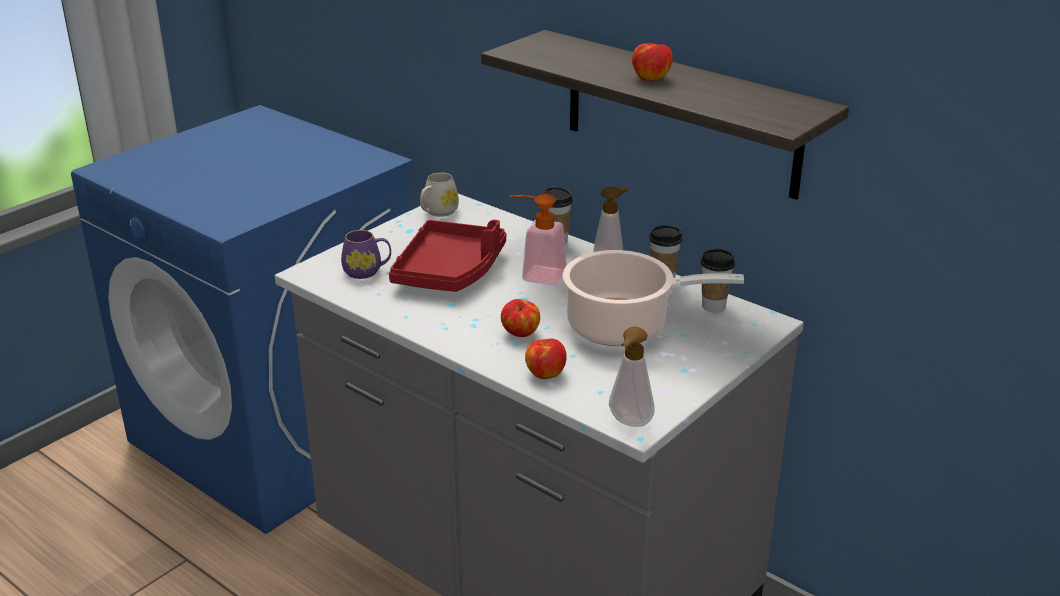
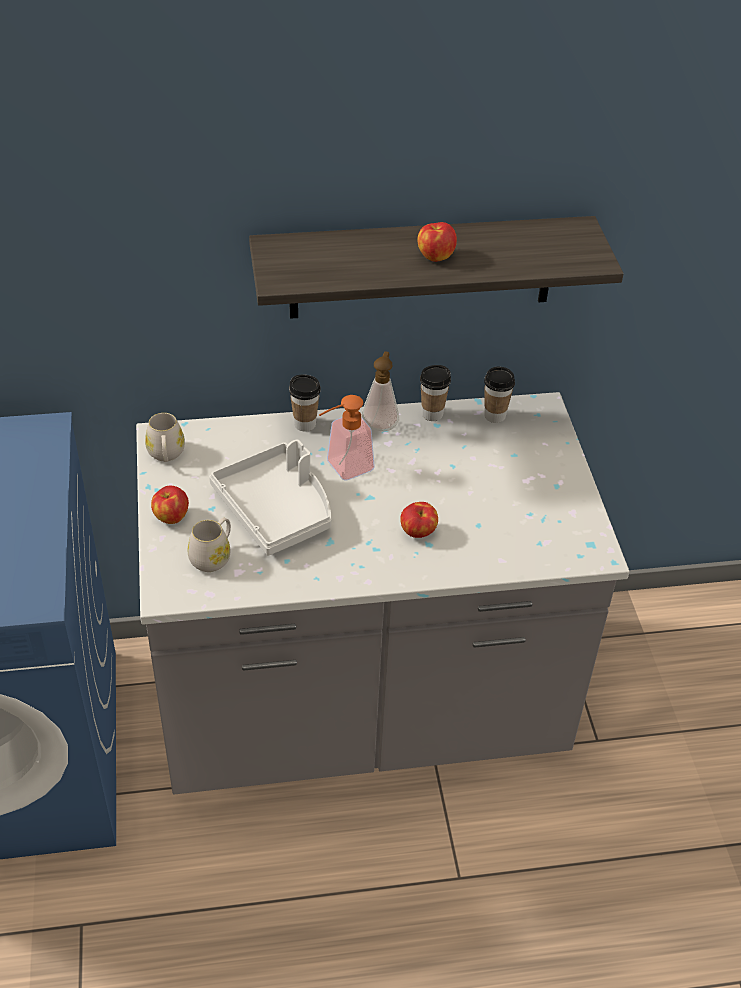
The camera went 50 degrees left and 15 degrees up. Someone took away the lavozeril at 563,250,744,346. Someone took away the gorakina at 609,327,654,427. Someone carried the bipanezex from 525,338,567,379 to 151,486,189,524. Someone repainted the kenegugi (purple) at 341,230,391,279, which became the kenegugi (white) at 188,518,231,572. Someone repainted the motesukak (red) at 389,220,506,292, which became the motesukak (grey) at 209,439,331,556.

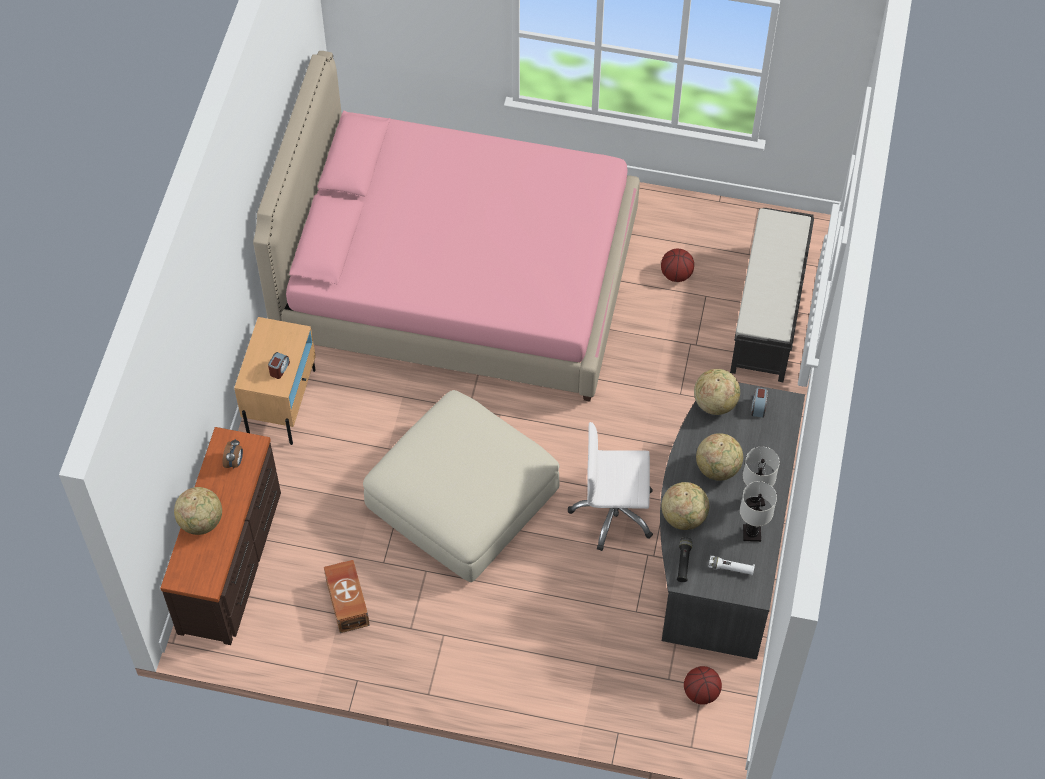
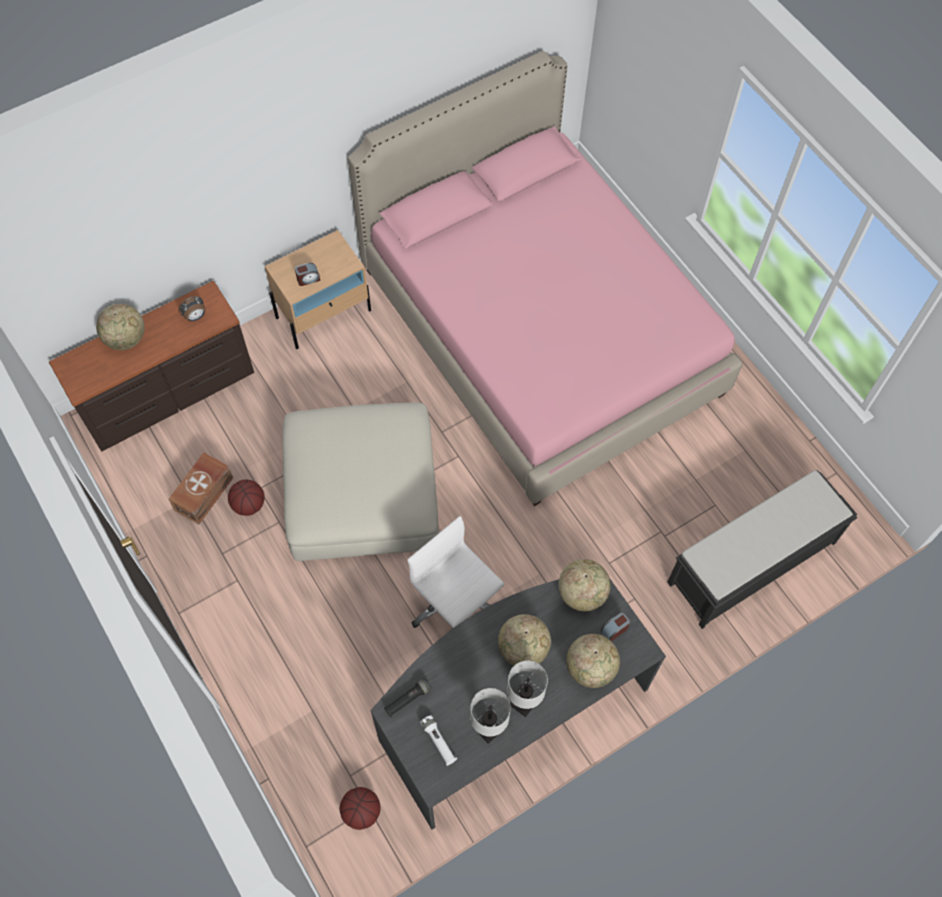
The camera went 45 degrees right and 5 degrees up. Someone carried the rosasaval from 661,249,694,282 to 228,479,265,516. Someone carried the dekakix from 661,482,709,530 to 566,634,620,688.

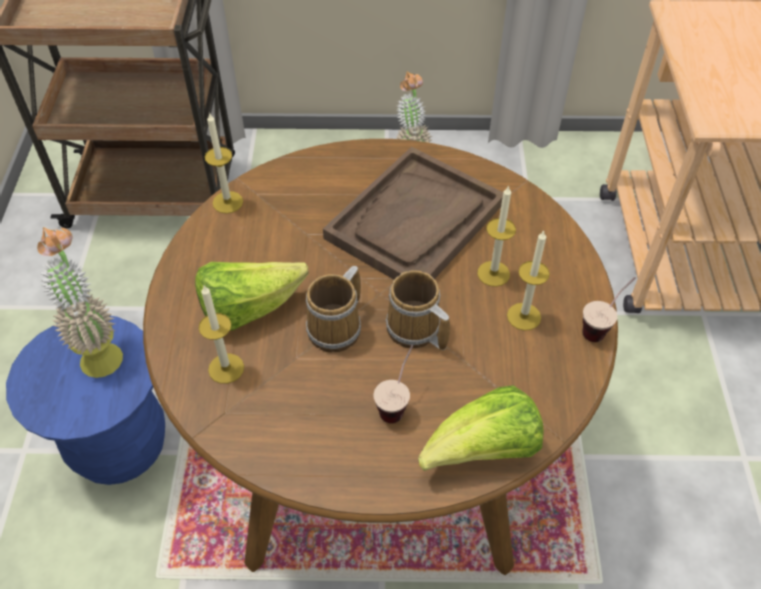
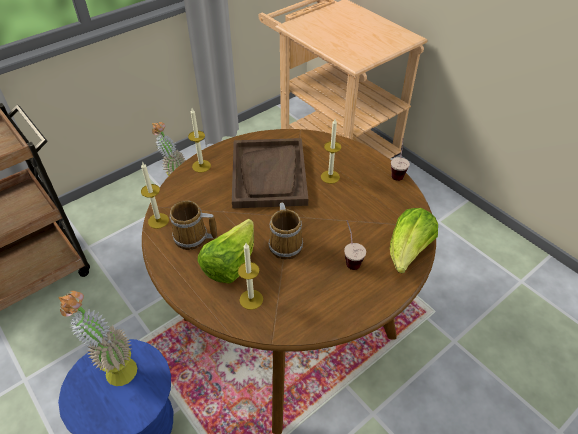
The camera went 40 degrees left and 5 degrees down. Someone carried the kenegugi from 385,270,450,350 to 170,201,217,250. Someone carried the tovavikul from 507,231,550,331 to 188,108,211,172.

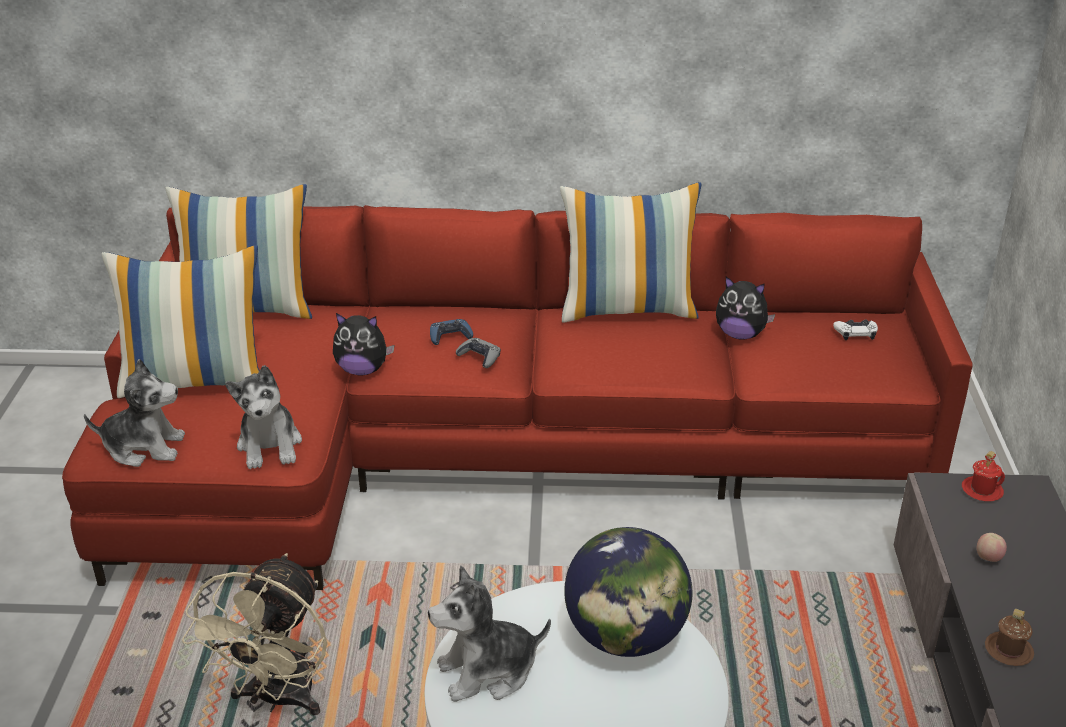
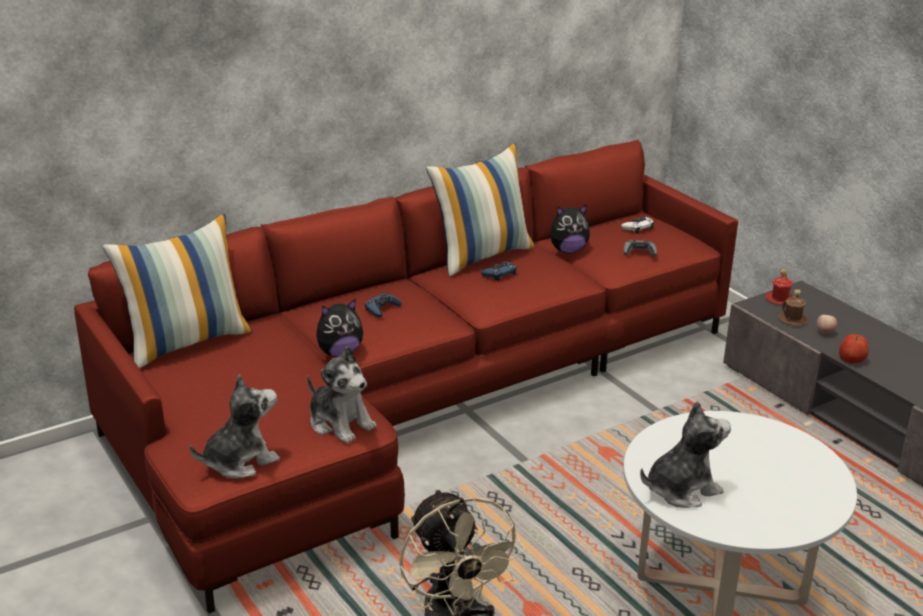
The camera went 35 degrees left and 5 degrees down. Someone took away the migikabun at 101,245,260,398. Someone took away the dekakix at 564,527,692,657. Someone put down the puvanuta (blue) at 481,261,517,281. Someone put down the bipanezex at 839,334,869,363. Someone carried the puvanuta (grey) from 456,338,501,368 to 623,240,657,256. Someone carried the kenegugi (brown) from 985,609,1034,666 to 778,290,808,326. Someone rotated the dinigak at 428,565,551,702 by 150 degrees counterclockwise.

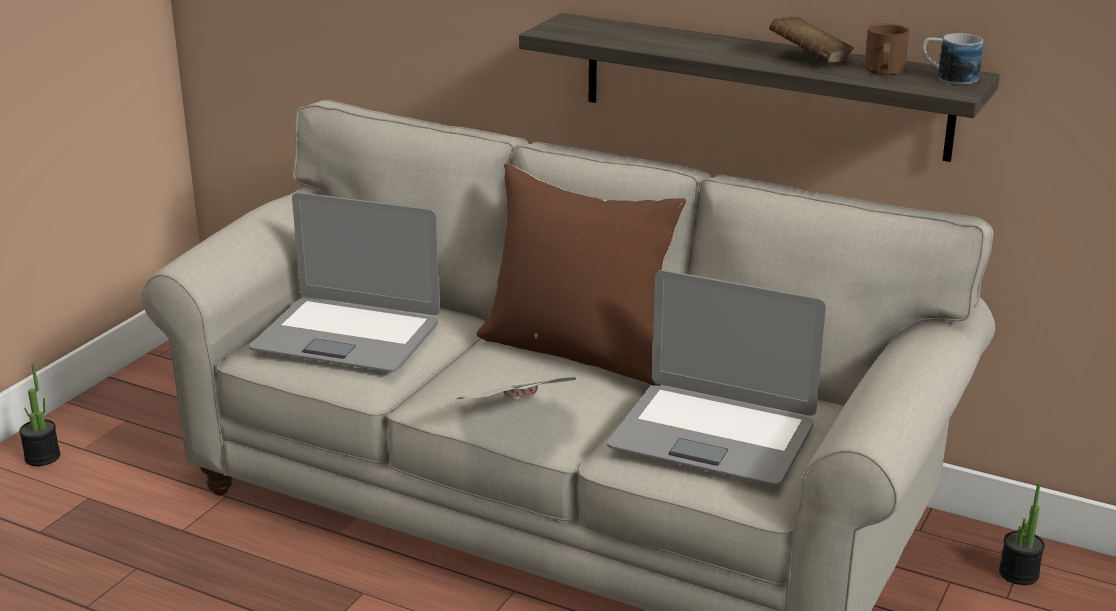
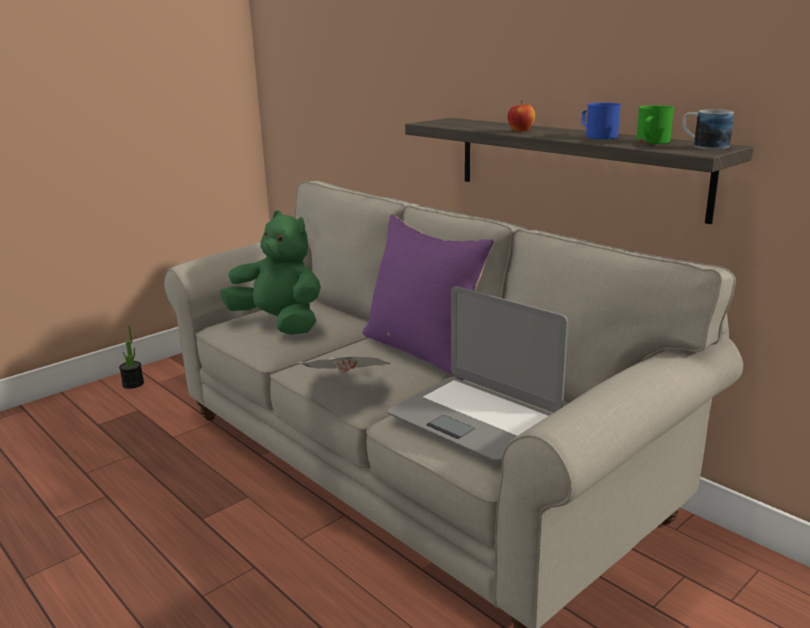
The camera went 20 degrees right and 5 degrees down. Someone took away the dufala at 999,482,1045,585. Someone put down the bipanezex at 508,100,535,132. Someone swapped the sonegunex at 249,192,440,372 for the dinigak (green) at 220,210,321,335. Someone swapped the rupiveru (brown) at 769,16,854,63 for the kenegugi (blue) at 582,103,621,139. Someone repainted the migikabun (brown) at 477,163,686,386, which became the migikabun (purple) at 362,215,494,380. Someone repainted the kenegugi (brown) at 864,23,910,75, which became the kenegugi (green) at 636,105,674,144.

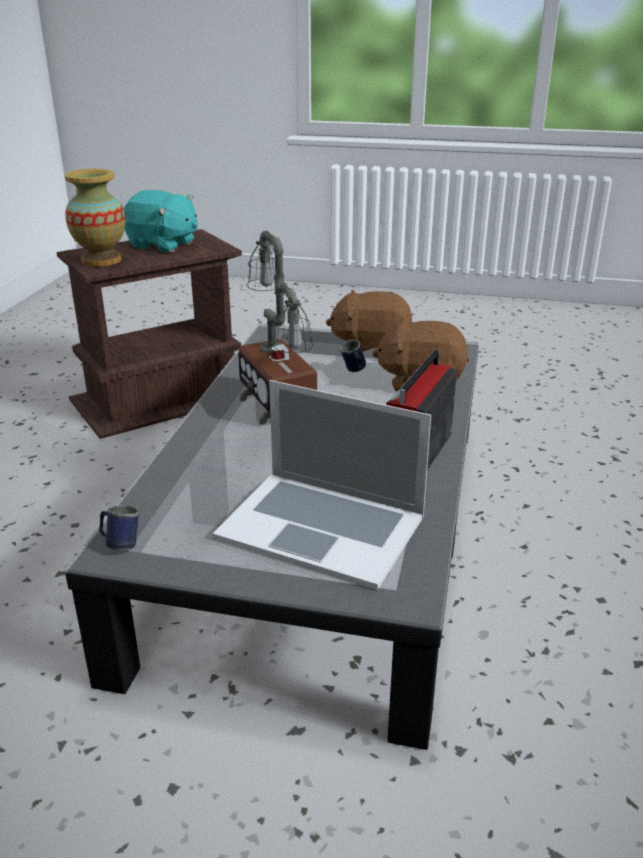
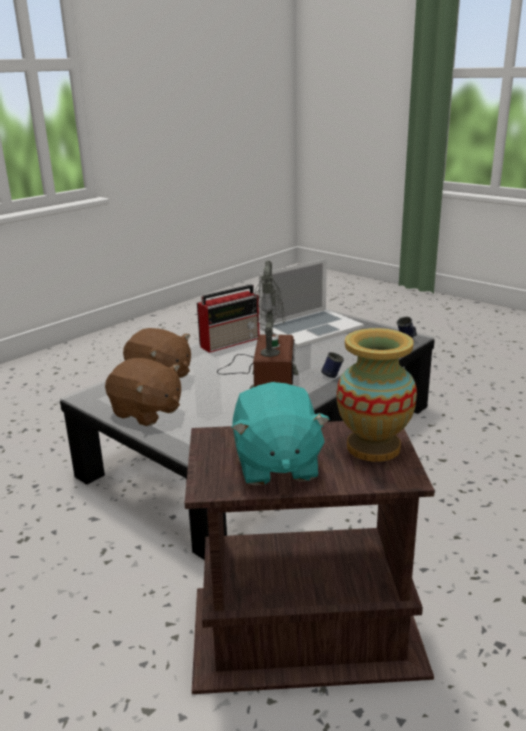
The camera went 150 degrees left and 5 degrees down. Someone carried the kenegugi (blue) from 339,340,366,372 to 321,352,344,378. Someone rotated the dinigak (turquoise) at 124,190,198,253 by 150 degrees counterclockwise. Someone rotated the sonegunex at 212,380,431,590 by 90 degrees clockwise.

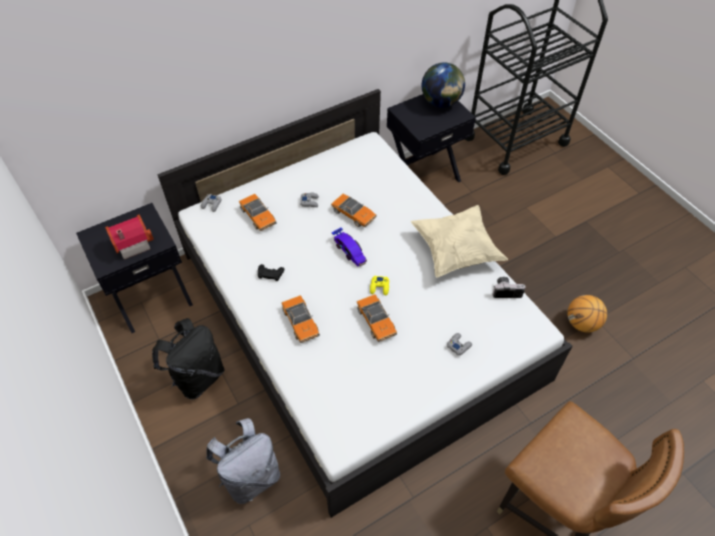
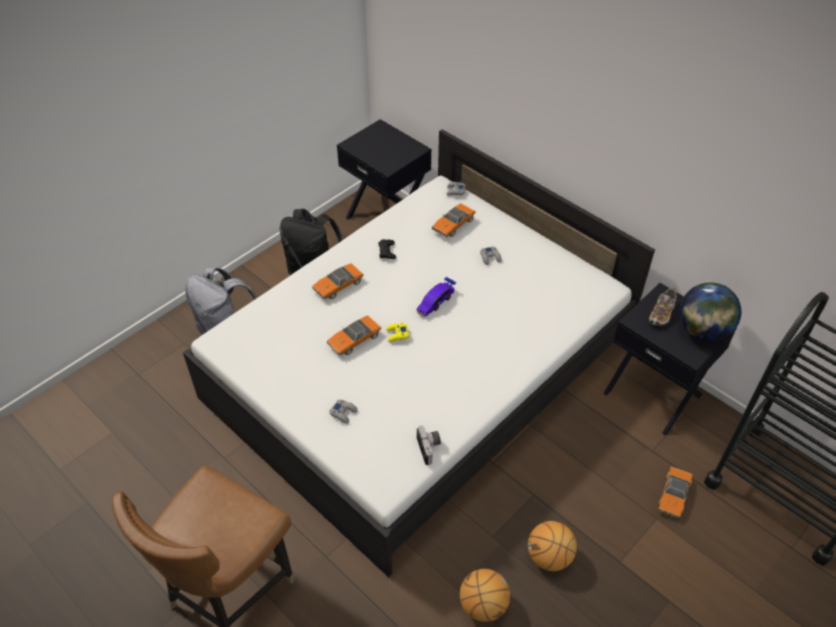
The camera went 75 degrees right and 5 degrees down. Someone took away the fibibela at 105,214,154,259. Someone took away the migikabun (beige) at 411,205,508,278. Someone put down the rosasaval at 528,521,577,571. Someone put down the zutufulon at 649,287,677,326. Someone carried the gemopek from 331,194,376,227 to 658,467,693,519.

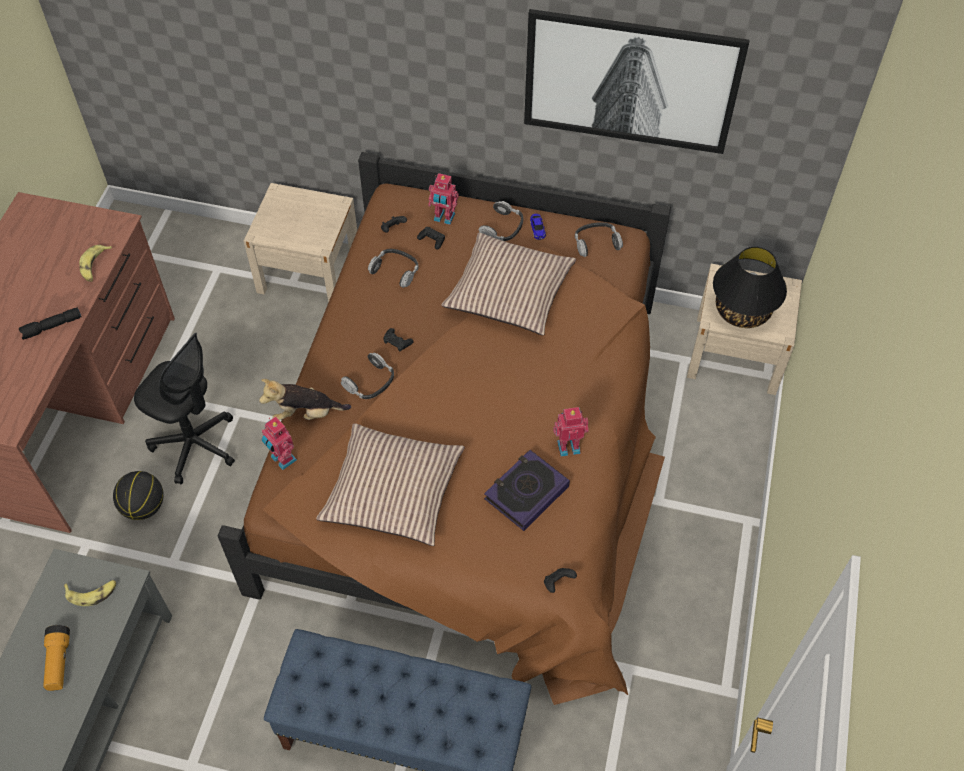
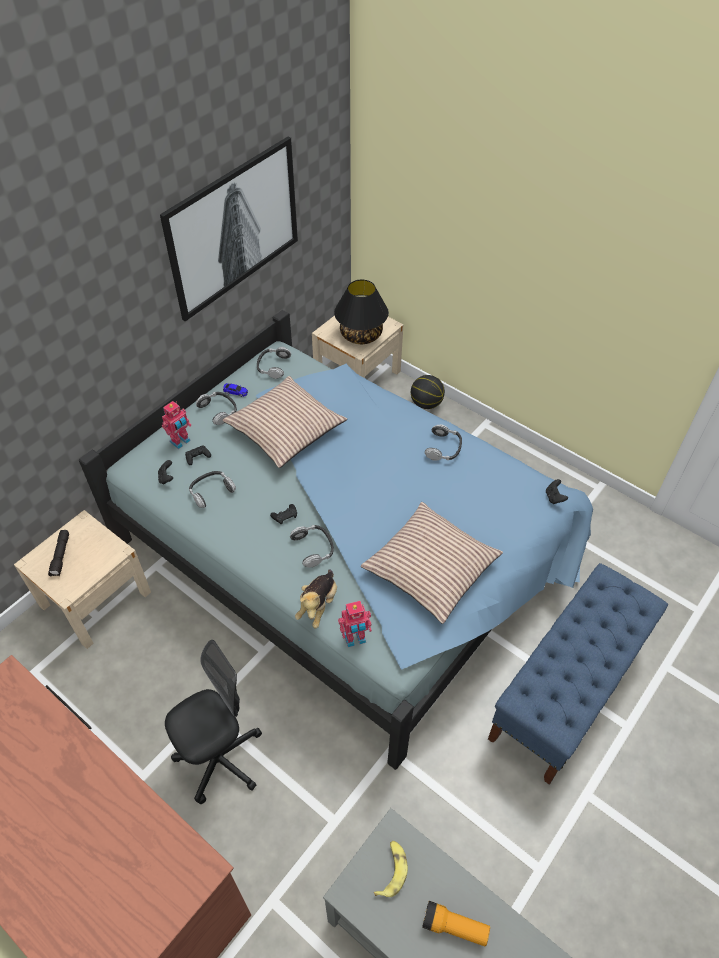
The camera went 65 degrees left and 5 degrees down. Someone took away the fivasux at 79,245,112,282. Someone took away the rupiveru at 484,450,570,531. Someone carried the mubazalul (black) from 19,307,82,340 to 48,530,69,576. Someone carried the rosasaval from 113,471,164,520 to 411,375,445,409. Someone swapped the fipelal at 553,407,589,457 for the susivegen at 425,424,462,461. Someone repainted the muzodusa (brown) at 218,152,671,705, which became the muzodusa (blue) at 79,310,593,770.

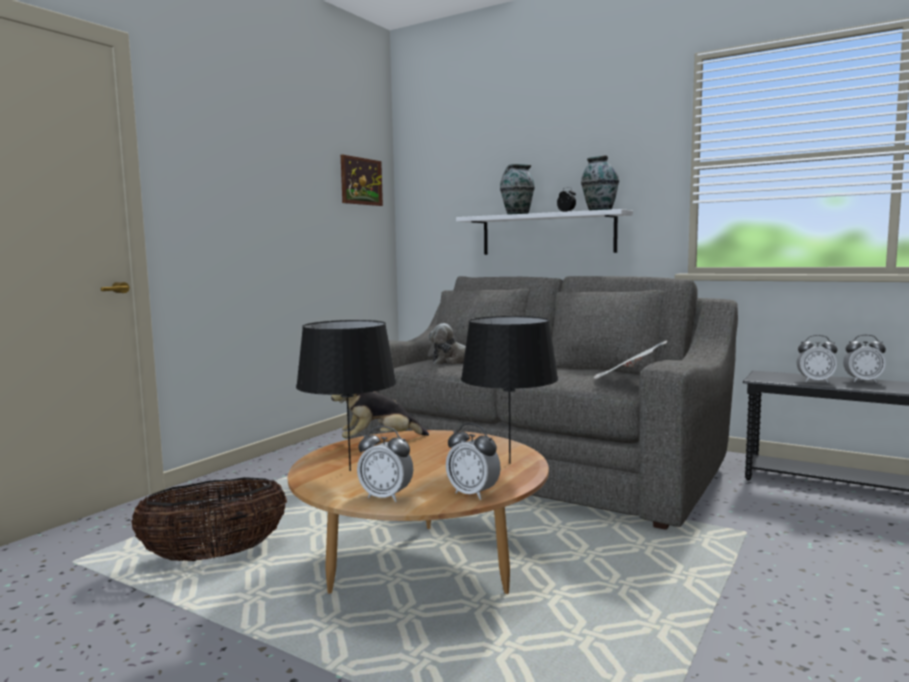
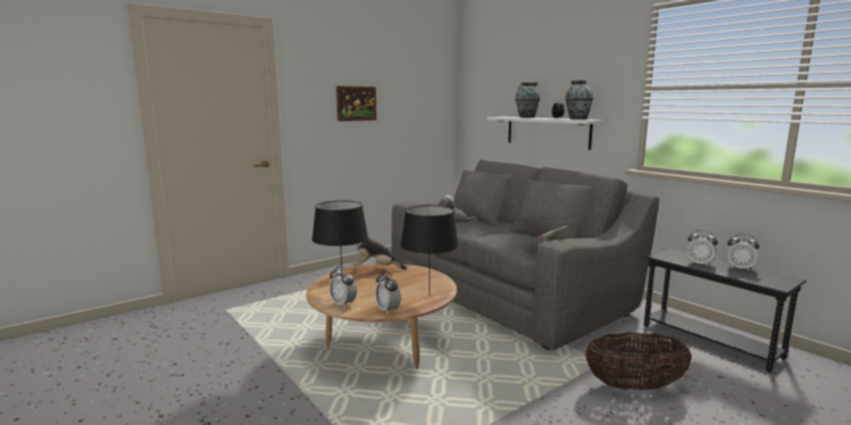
The camera went 20 degrees right and 5 degrees up. Someone carried the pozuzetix from 131,477,287,561 to 585,332,692,390. Someone carried the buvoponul from 341,155,383,206 to 336,86,377,121.

